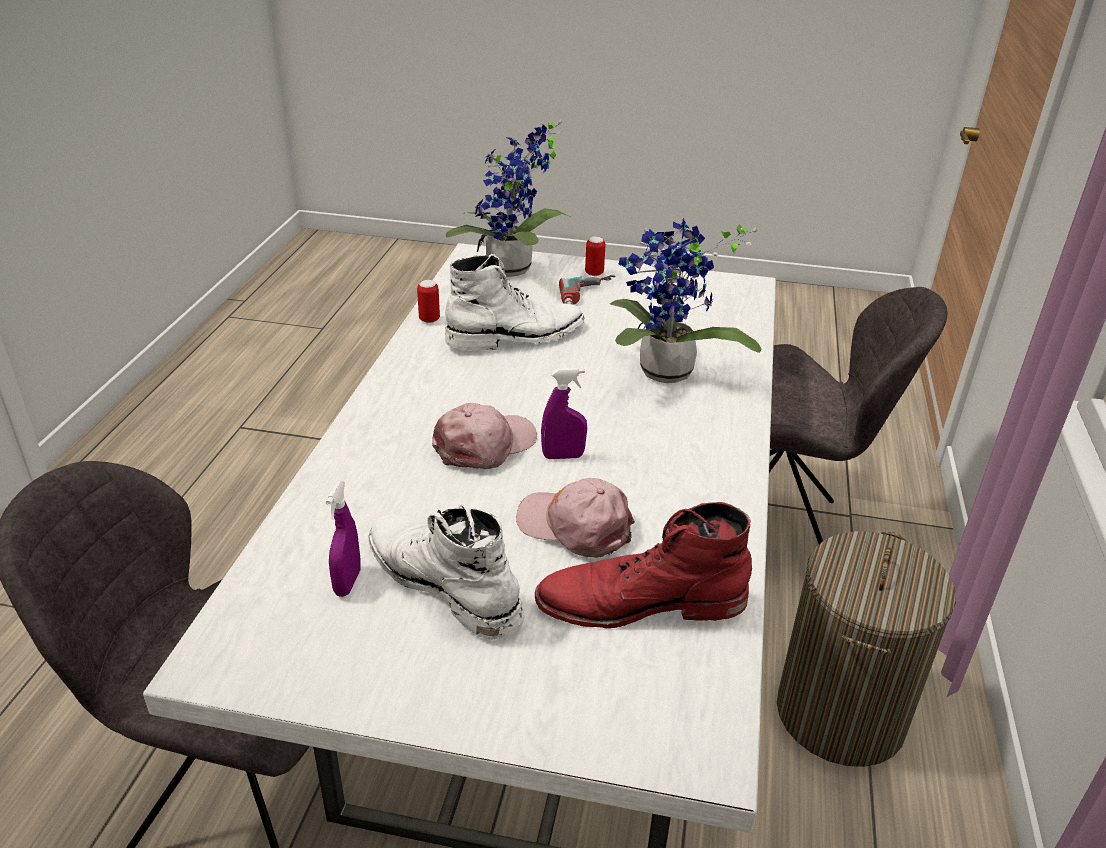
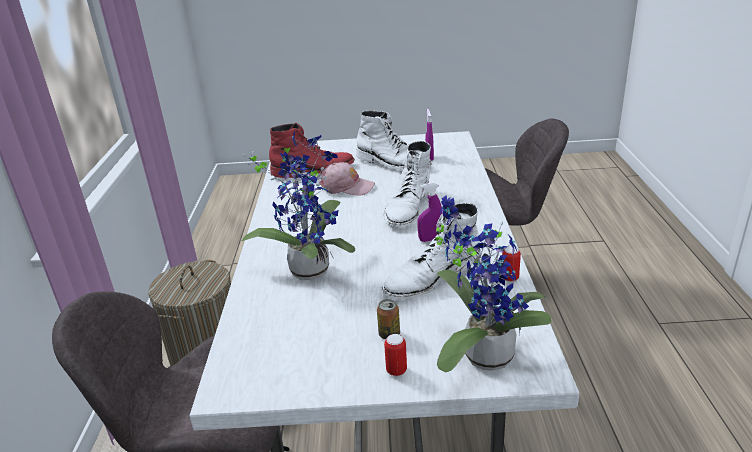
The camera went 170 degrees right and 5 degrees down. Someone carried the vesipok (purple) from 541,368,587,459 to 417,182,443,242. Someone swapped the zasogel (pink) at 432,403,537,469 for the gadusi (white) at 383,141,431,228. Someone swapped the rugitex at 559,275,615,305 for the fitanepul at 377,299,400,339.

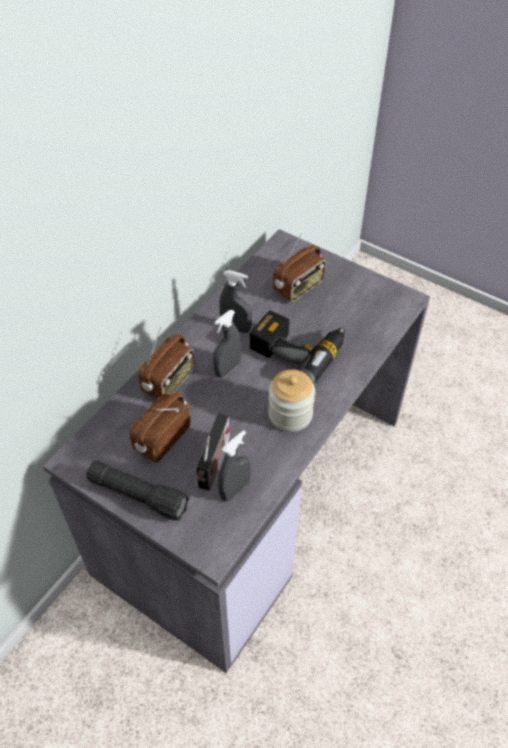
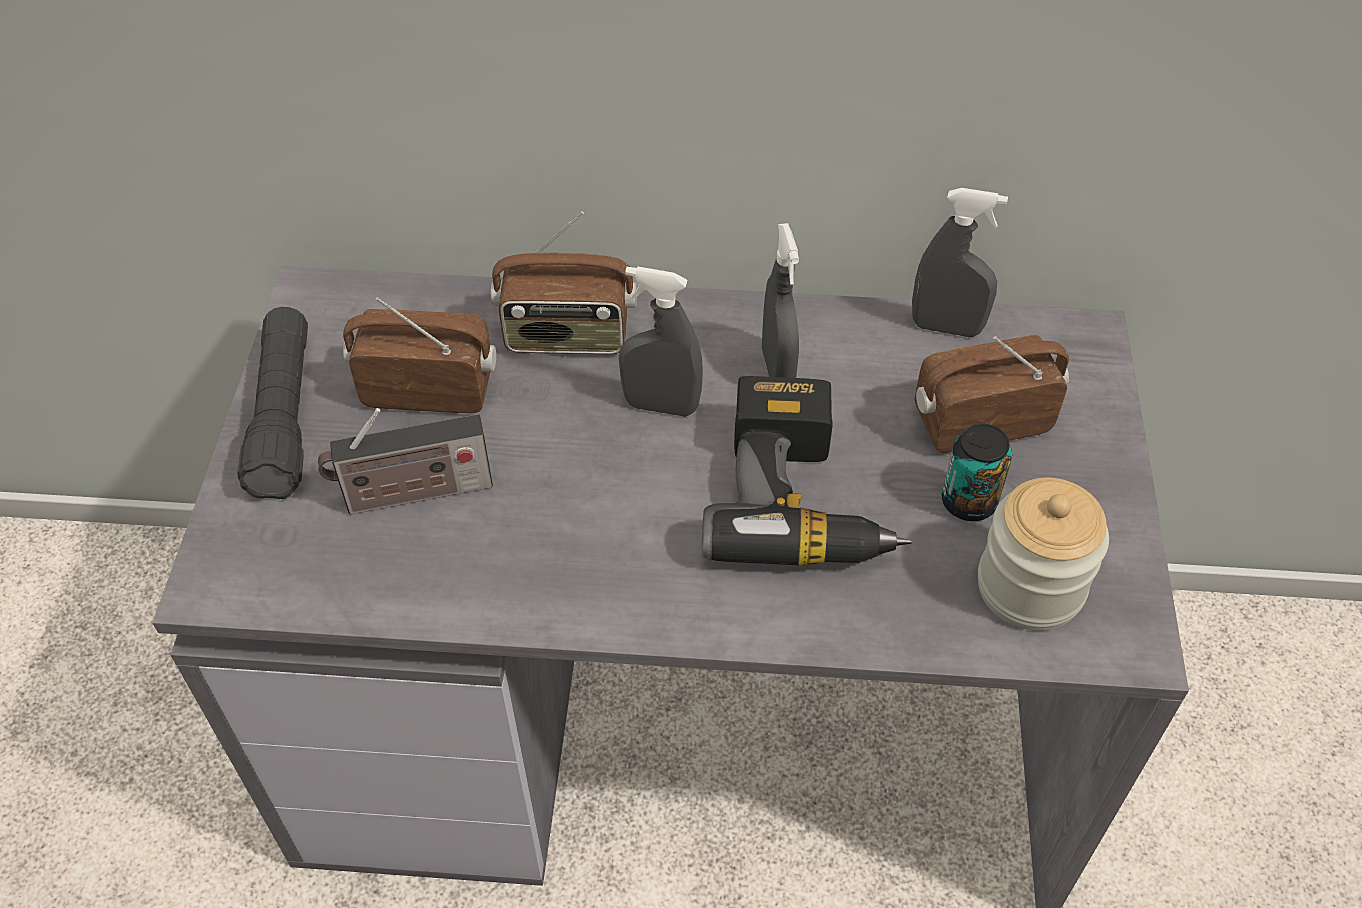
The camera went 60 degrees right and 0 degrees up. Someone put down the fitanepul at 941,424,1012,521. Someone carried the vesipok (grey) from 218,430,251,501 to 912,188,1008,337. Someone carried the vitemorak from 268,369,315,432 to 978,478,1109,631. Someone rotated the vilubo at 273,233,326,303 by 150 degrees clockwise.

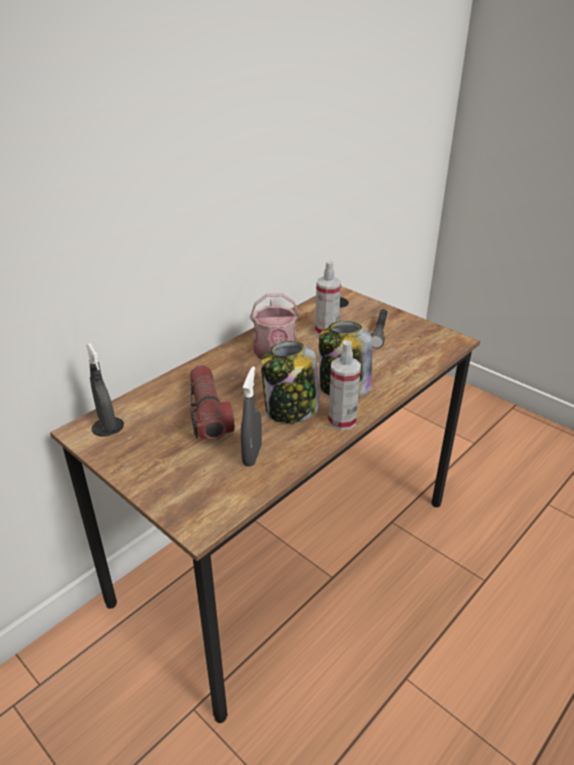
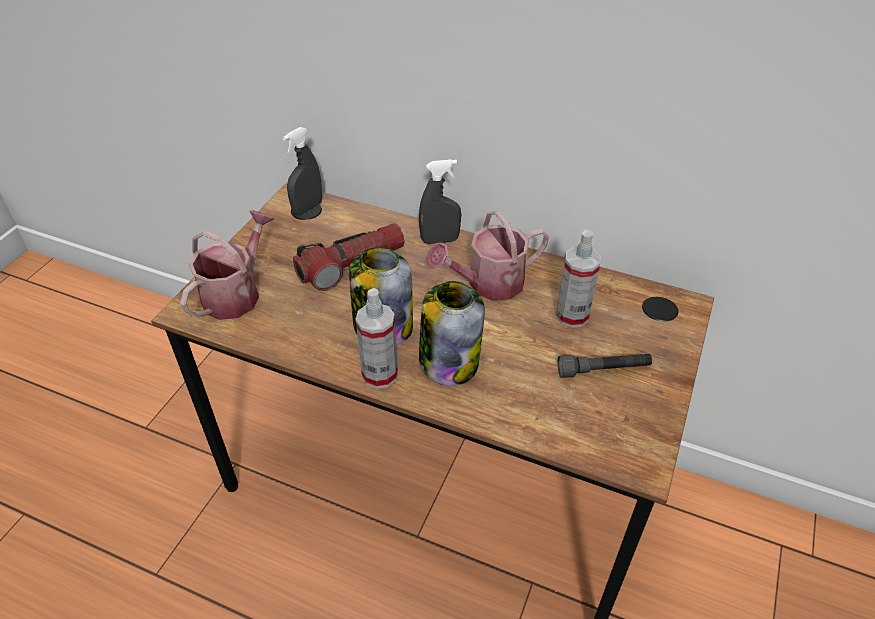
The camera went 70 degrees right and 10 degrees up. Someone put down the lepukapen at 180,210,274,320. Someone carried the vesipok (grey) from 241,367,262,467 to 419,159,461,244.

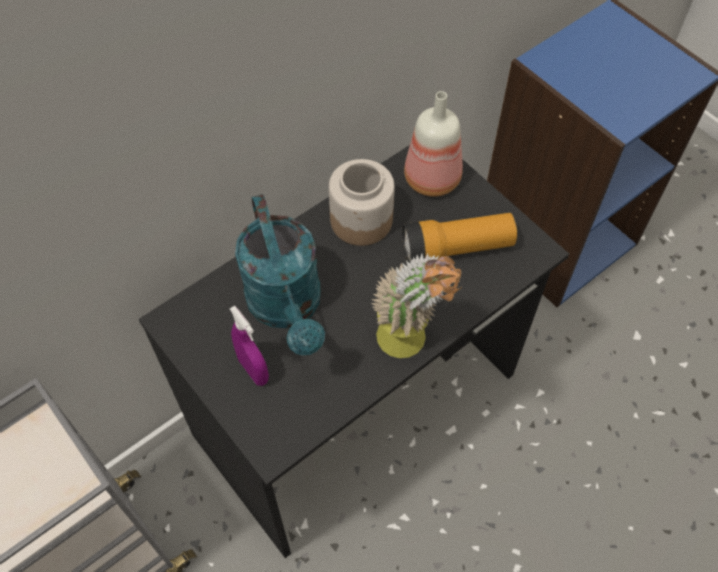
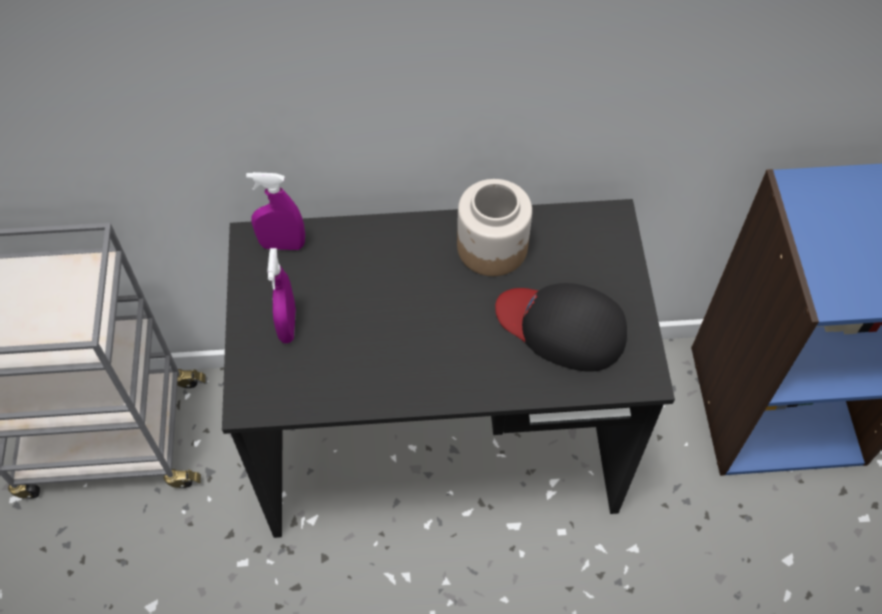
The camera went 35 degrees right and 0 degrees up. Someone took away the lepukapen (turquoise) at 235,194,325,355. Someone took away the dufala at 371,254,462,358. Someone took away the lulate at 404,91,463,197. Someone put down the vesipok (purple) at 246,172,305,250. Someone swapped the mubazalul at 402,213,517,263 for the zasogel (black) at 495,283,627,372.

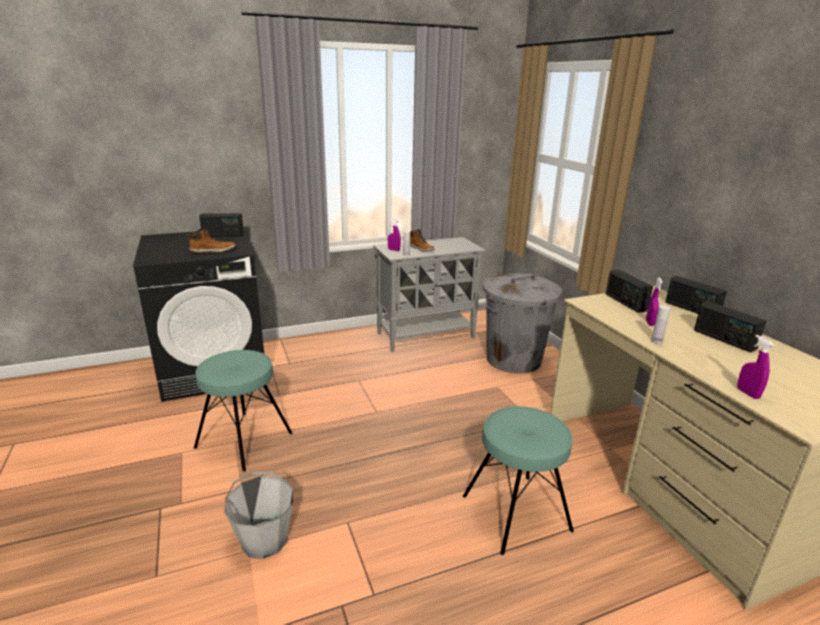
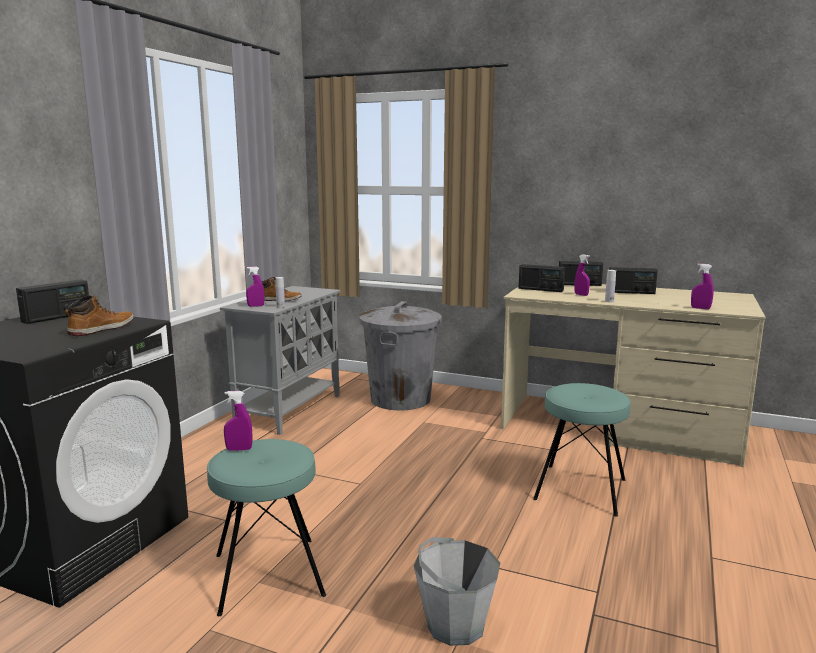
The camera went 45 degrees left and 10 degrees down. Someone put down the vesipok (purple) at 224,391,253,451.

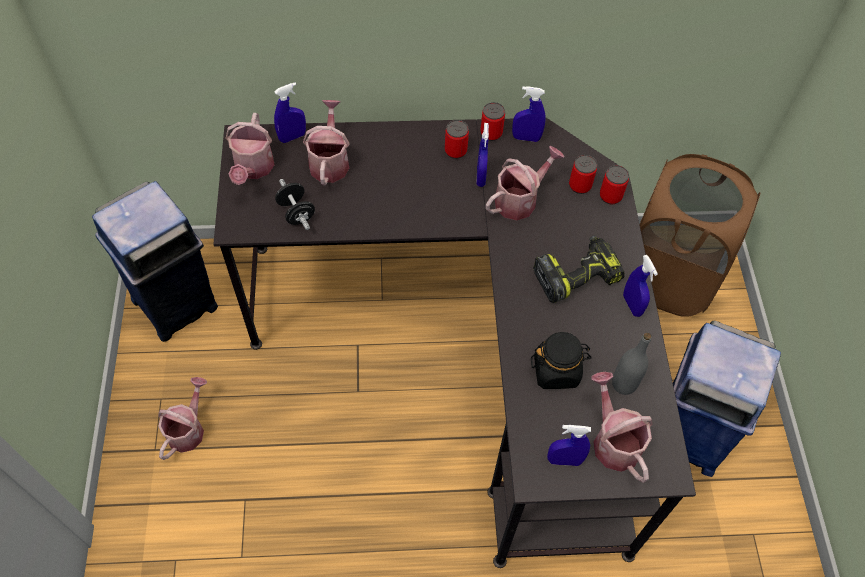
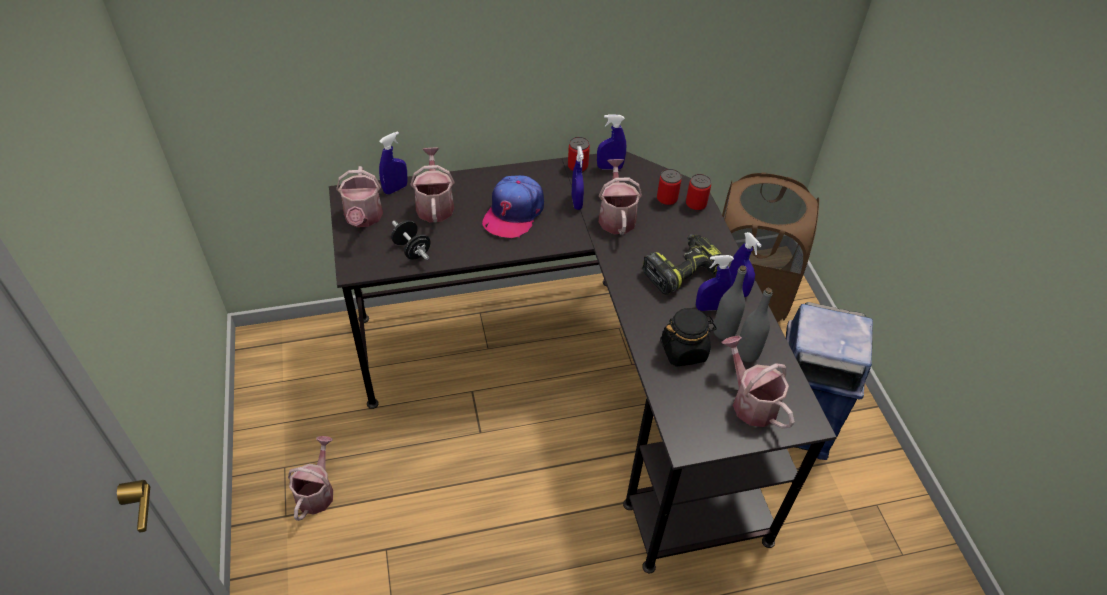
The camera went 10 degrees left and 10 degrees down. Someone took away the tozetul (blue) at 92,181,218,342. Someone took away the fitanepul at 445,120,469,159. Someone put down the zasogel at 482,175,544,238. Someone put down the lulate (grey) at 713,265,746,340. Someone carried the vesipok (blue) from 547,425,591,466 to 696,255,734,311. Someone rotated the lepukapen at 486,146,565,220 by 45 degrees counterclockwise.

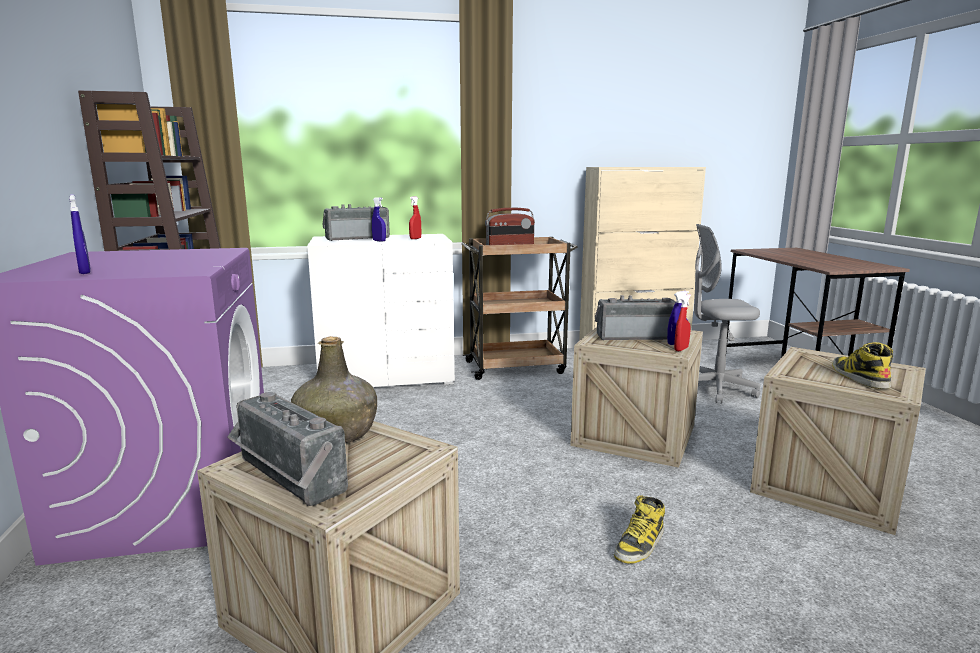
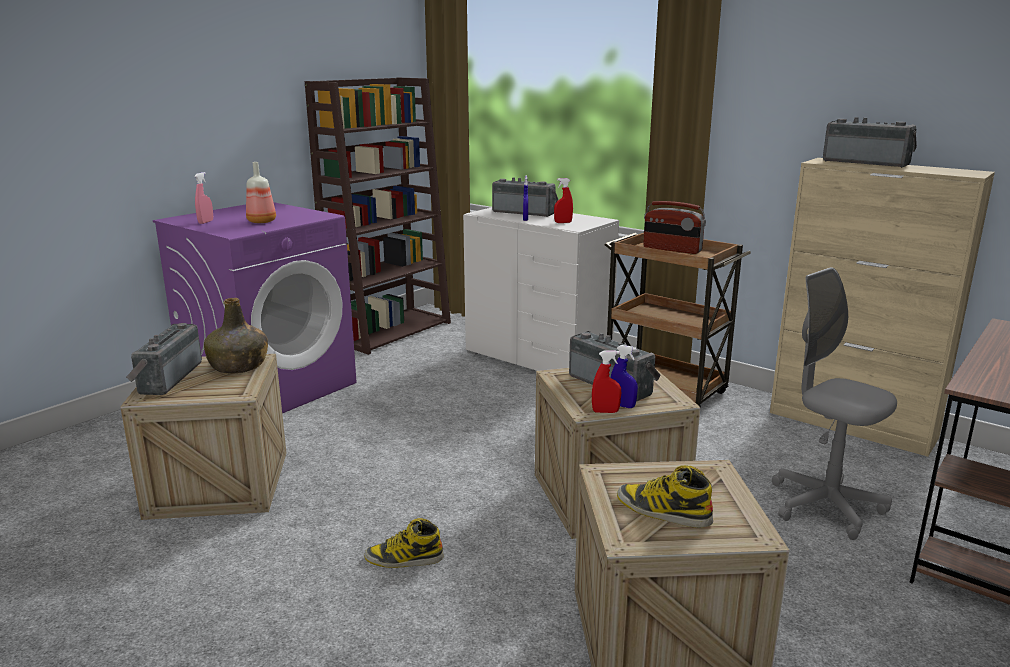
The camera went 50 degrees right and 5 degrees up. Someone put down the lulate at 246,162,276,223. Someone put down the vilubo at 823,117,917,168. Someone repainted the vesipok (blue) at 69,194,91,274, which became the vesipok (pink) at 194,172,213,224. Someone rotated the gadusi at 832,342,893,389 by 105 degrees counterclockwise.

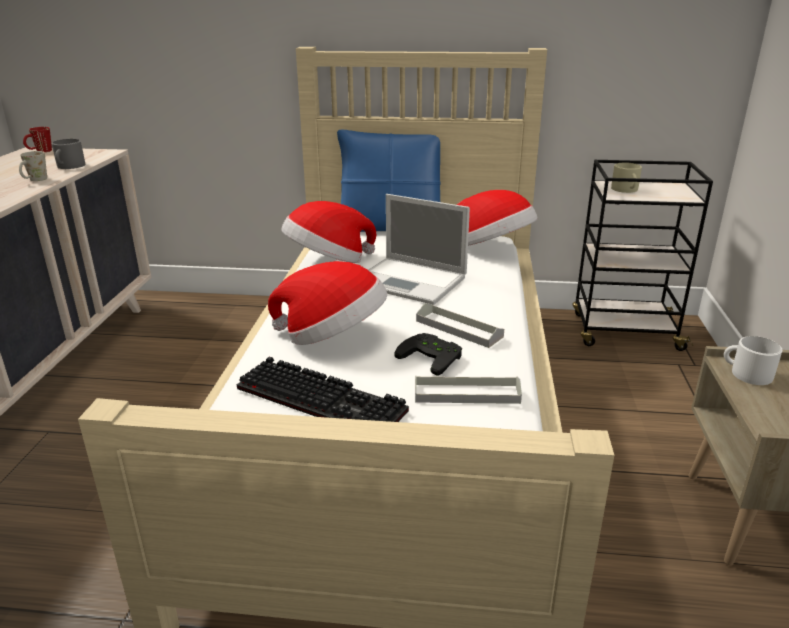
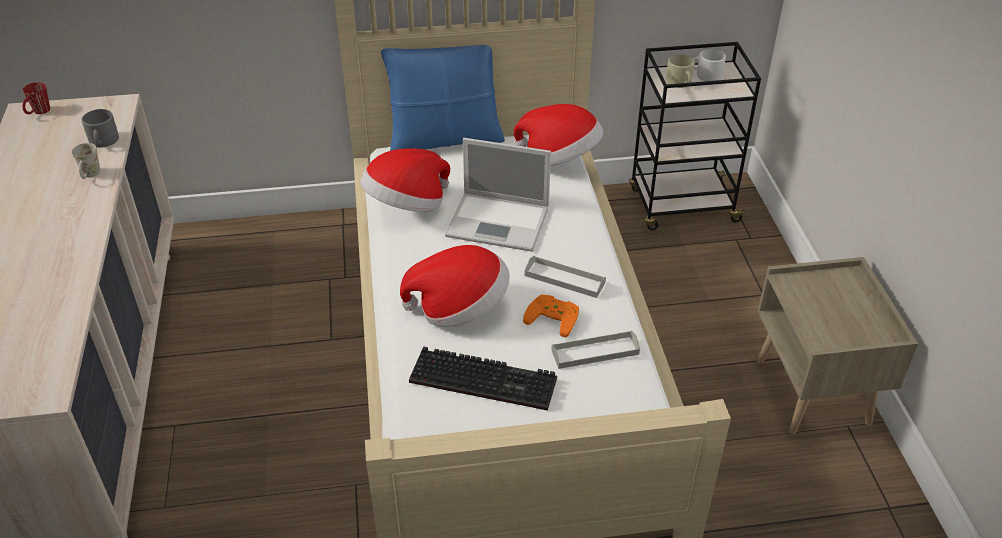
The camera went 15 degrees left and 15 degrees up. Someone carried the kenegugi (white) from 724,336,783,385 to 693,49,726,81. Someone repainted the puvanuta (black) at 394,333,462,376, which became the puvanuta (orange) at 523,294,579,338.

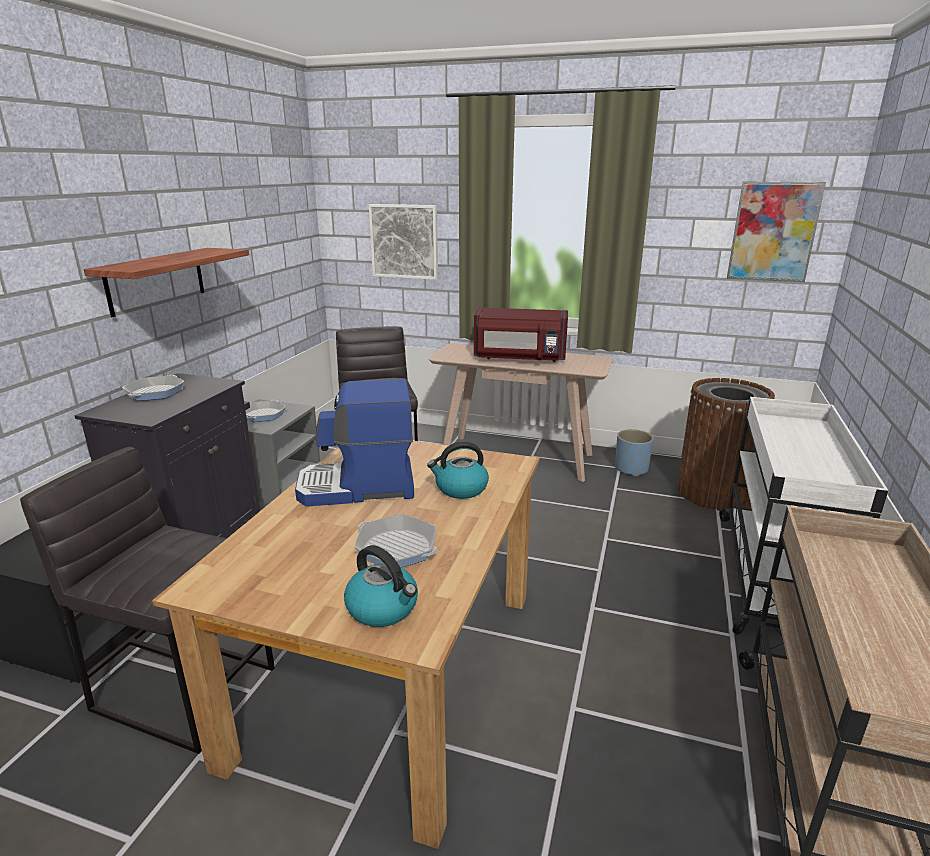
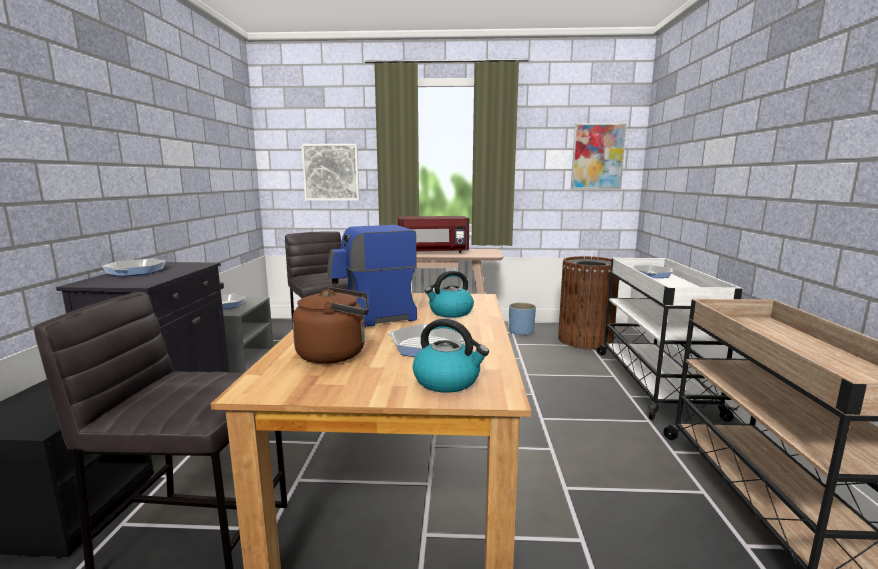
The camera went 15 degrees left and 10 degrees down. Someone took away the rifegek at 84,248,249,317. Someone put down the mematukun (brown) at 292,287,369,364. Someone put down the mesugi at 632,265,673,278.

